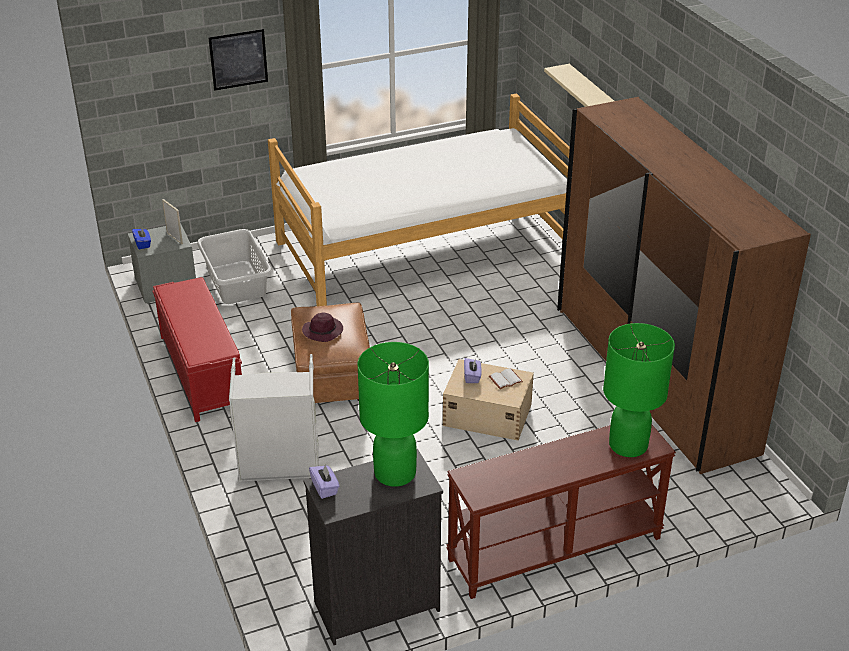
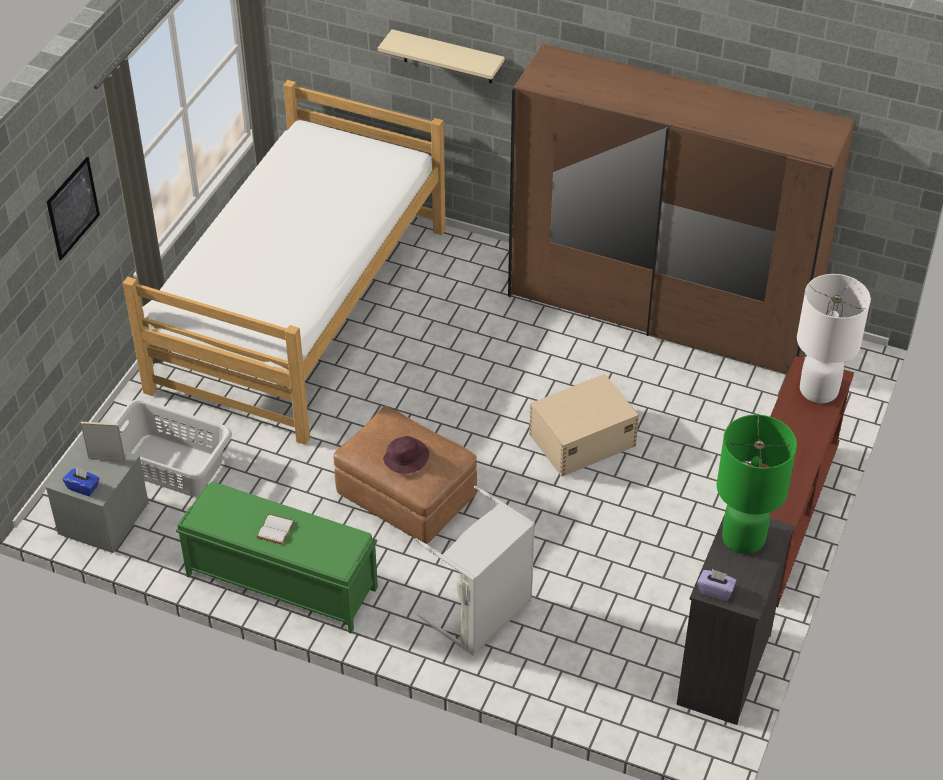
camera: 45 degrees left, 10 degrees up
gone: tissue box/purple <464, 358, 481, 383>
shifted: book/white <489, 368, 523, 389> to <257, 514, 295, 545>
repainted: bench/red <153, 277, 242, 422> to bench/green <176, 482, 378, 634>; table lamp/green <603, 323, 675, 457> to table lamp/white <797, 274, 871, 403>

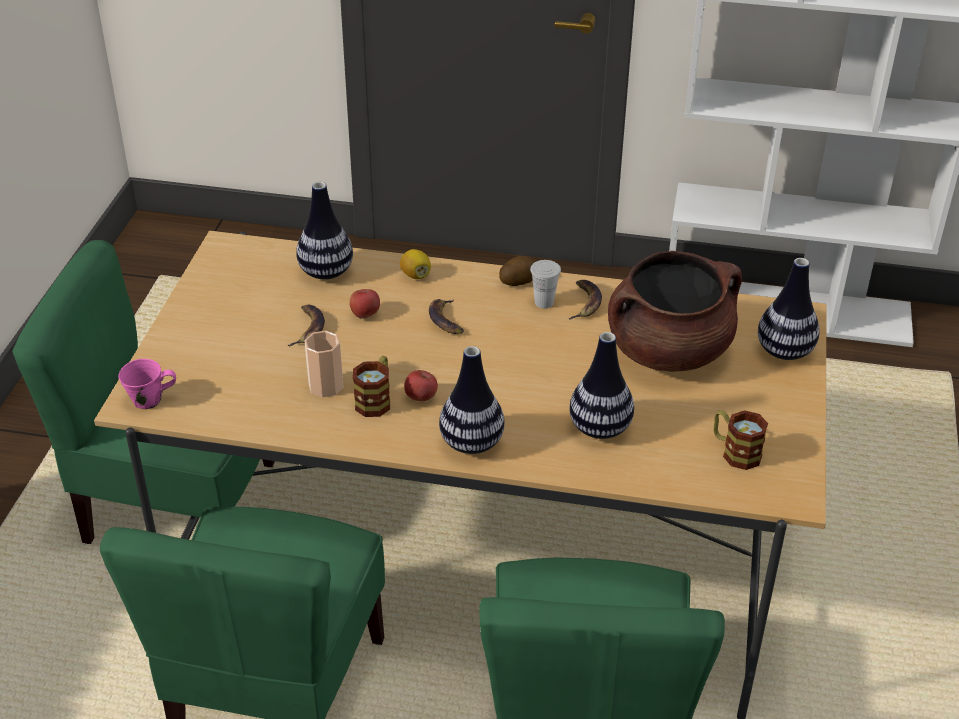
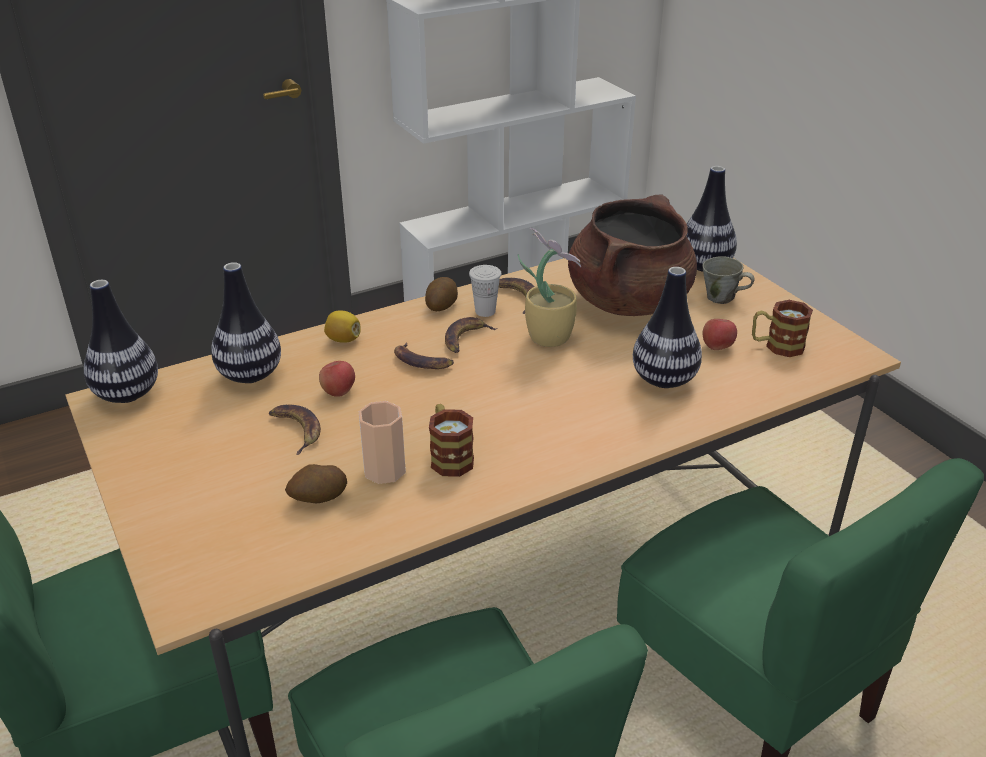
camera: 40 degrees left, 5 degrees down
gone: mug/pink <118, 359, 176, 409>
new: potato <285, 464, 347, 504>; banana <445, 317, 498, 353>; potted plant <518, 228, 581, 347>; mug/grey <702, 256, 755, 304>
shifted: vase <439, 346, 505, 454> to <84, 280, 158, 403>; apple <404, 370, 438, 401> to <703, 319, 737, 350>

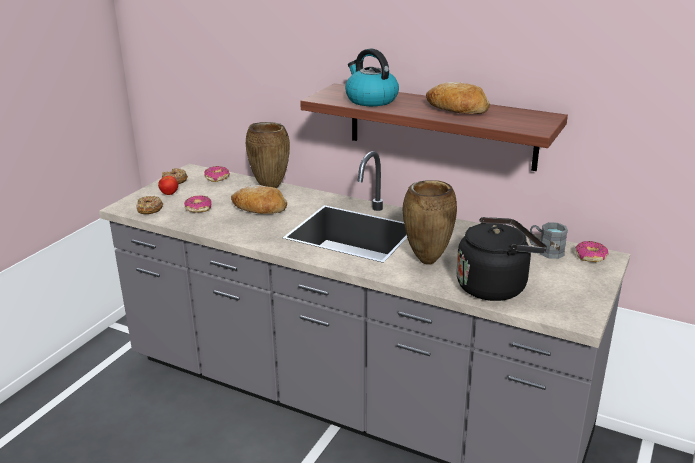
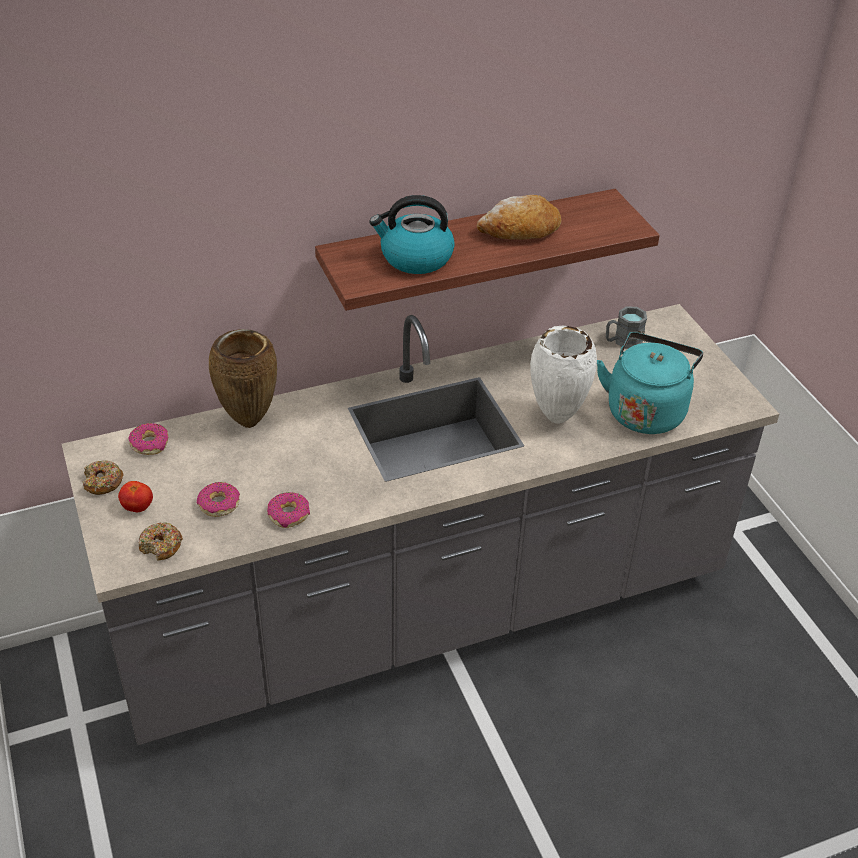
camera: 50 degrees left, 15 degrees up
gone: bread <231, 185, 287, 214>
shifted: donut <575, 241, 609, 262> to <267, 492, 310, 528>
repainted: vase/brown <402, 180, 457, 265> to vase/white <530, 326, 597, 424>; kettle/black <456, 217, 547, 301> to kettle/turquoise <597, 332, 703, 434>

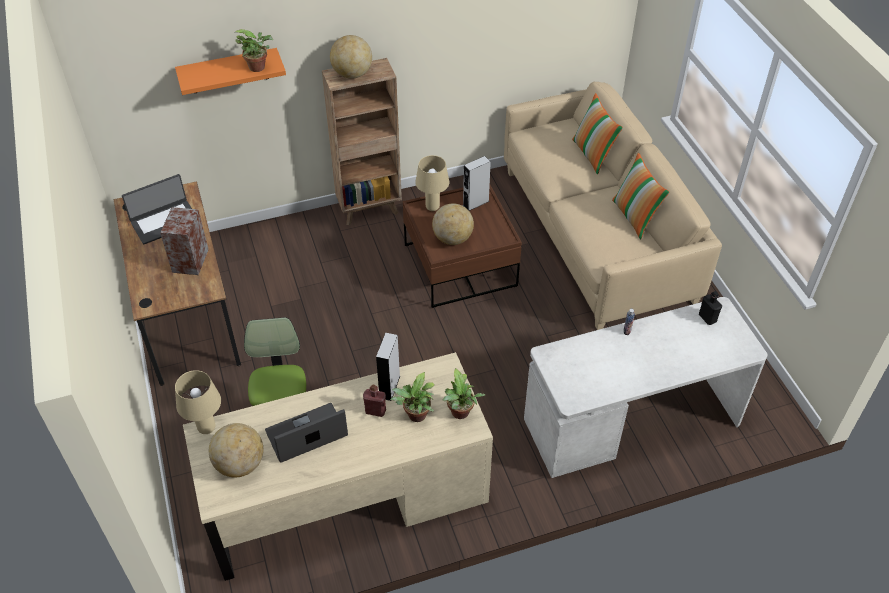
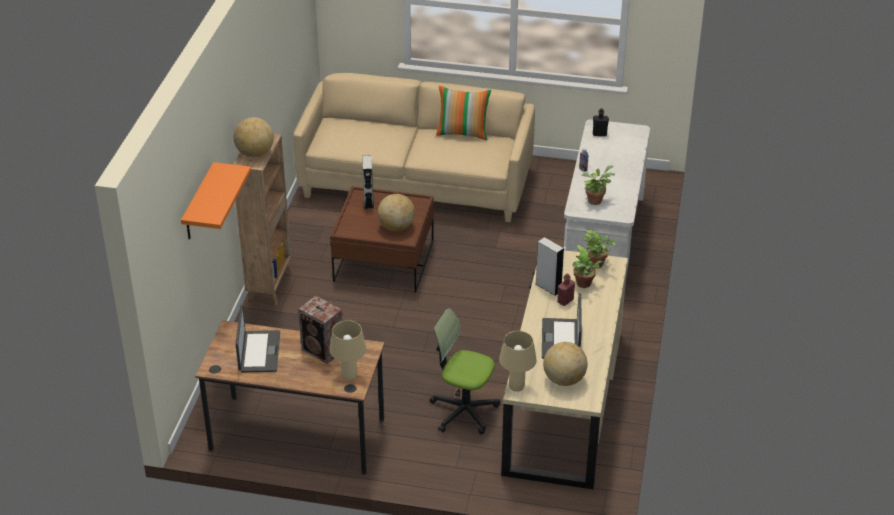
camera: 60 degrees left, 10 degrees down
gone: pillow <572, 93, 623, 174>
shifted: table lamp/beige <415, 155, 449, 211> to <329, 320, 366, 381>; potted plant <235, 29, 273, 72> to <582, 165, 615, 205>

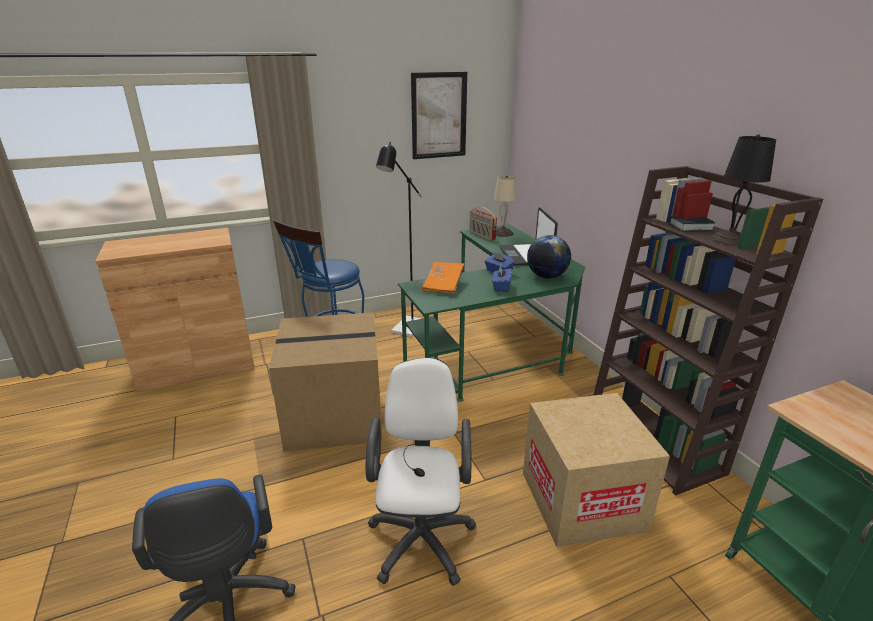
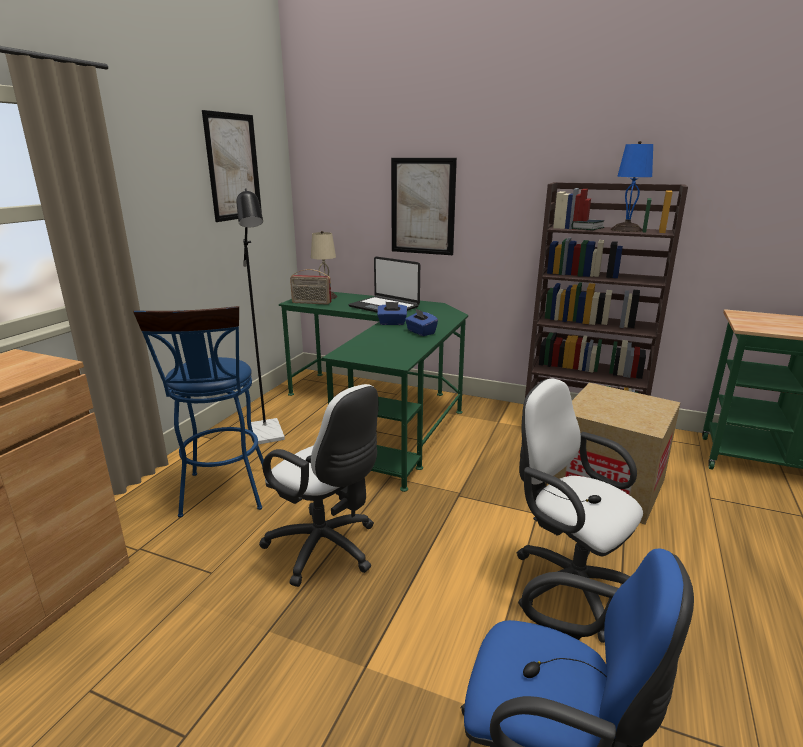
camera: 45 degrees left, 5 degrees down
gone: book/orange <422, 262, 464, 294>; globe <527, 235, 571, 278>
new: picture <391, 158, 457, 255>
swapped: cardboard box <269, 312, 383, 452> to office chair/white <259, 384, 379, 587>
repainted: table lamp/black <710, 134, 776, 247> to table lamp/blue <611, 141, 653, 232>

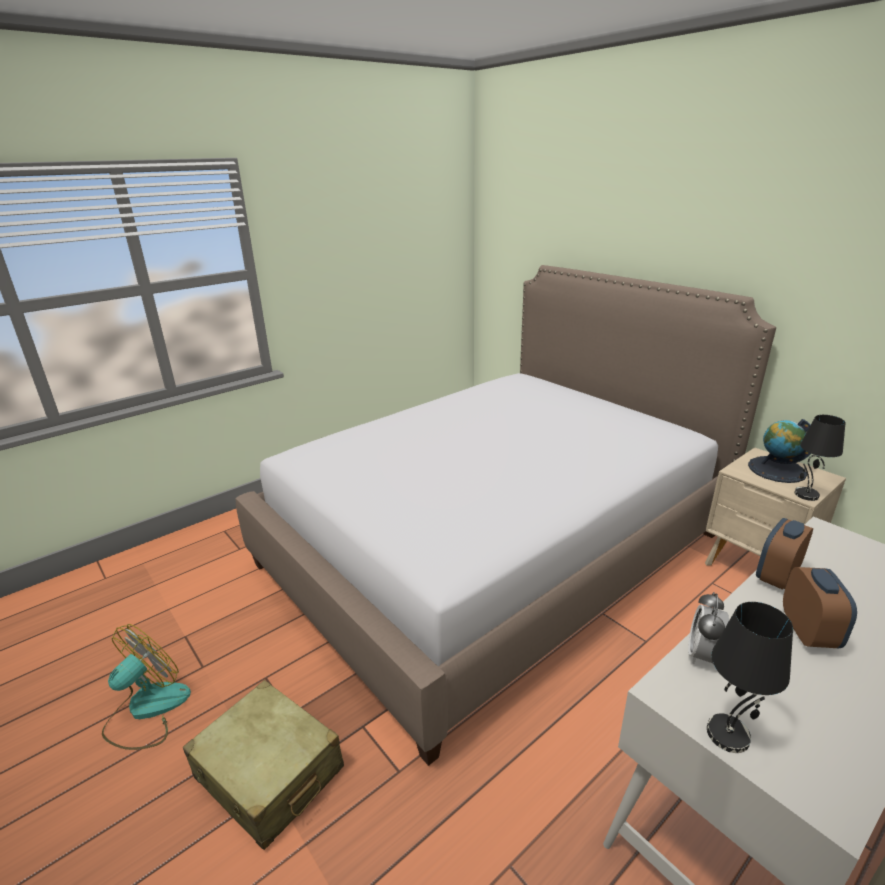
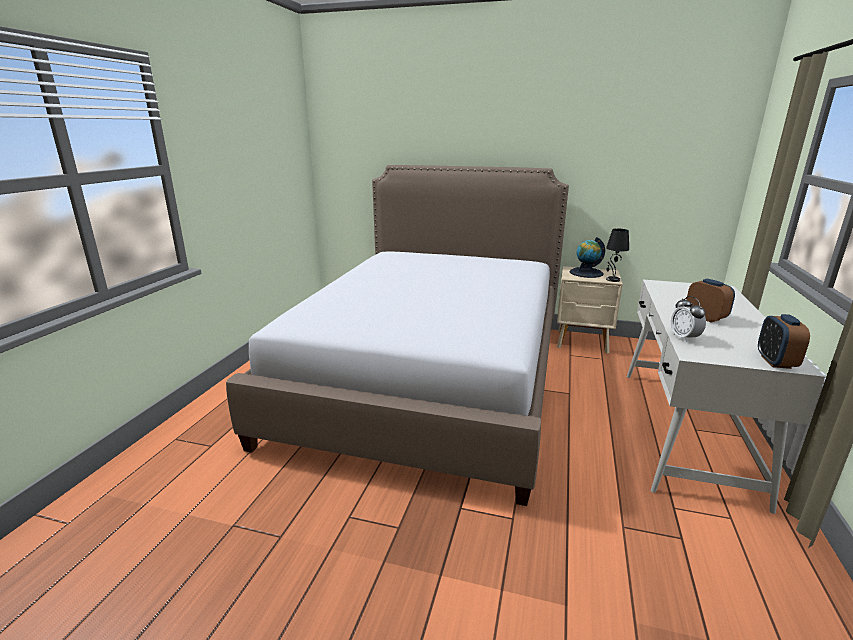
camera: 35 degrees left, 5 degrees down
gone: fan <102, 624, 191, 750>; suitcase/beige <183, 680, 344, 850>; table lamp/black <707, 602, 793, 753>
shifted: alarm clock <756, 518, 813, 590> to <758, 314, 810, 369>

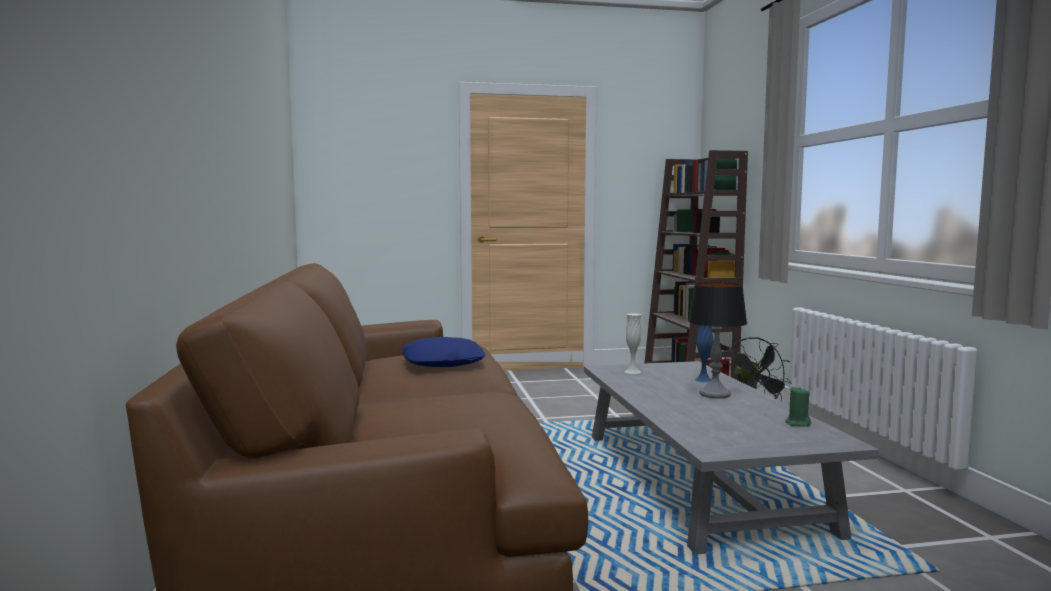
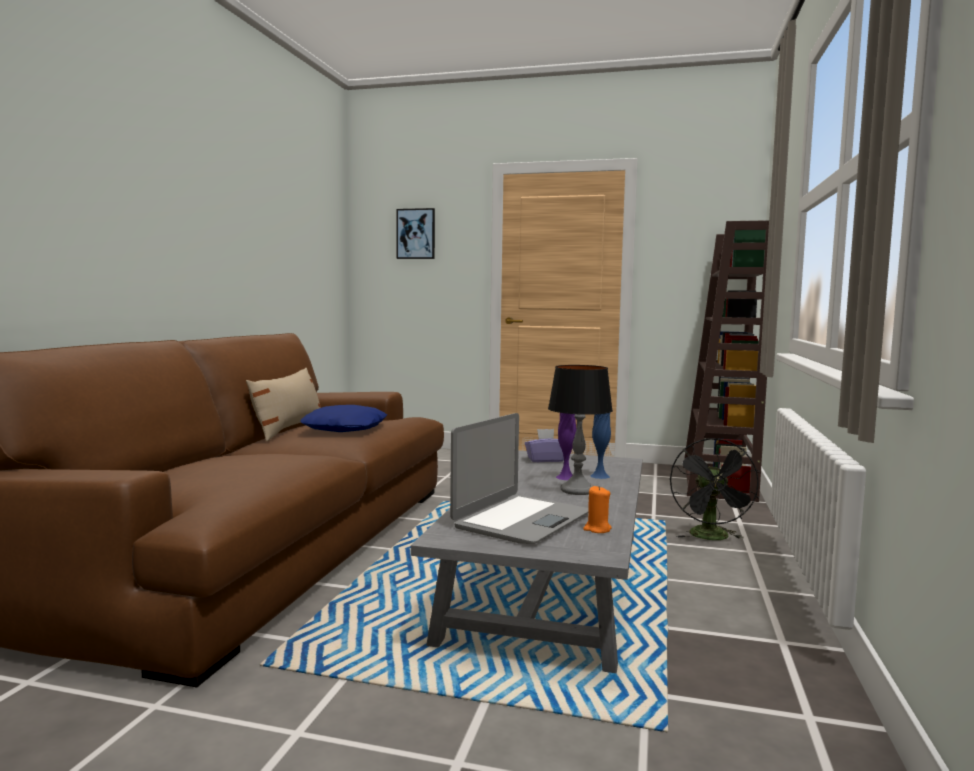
camera: 25 degrees right, 0 degrees up
new: pillow/beige <246, 368, 321, 441>; picture <396, 208, 435, 259>; laptop <450, 413, 589, 544>; vase/purple <556, 413, 576, 480>
swapped: vase/white <625, 313, 641, 374> to tissue box/purple <525, 429, 564, 462>
repainted: candle/green <785, 387, 811, 427> to candle/orange <583, 486, 611, 533>

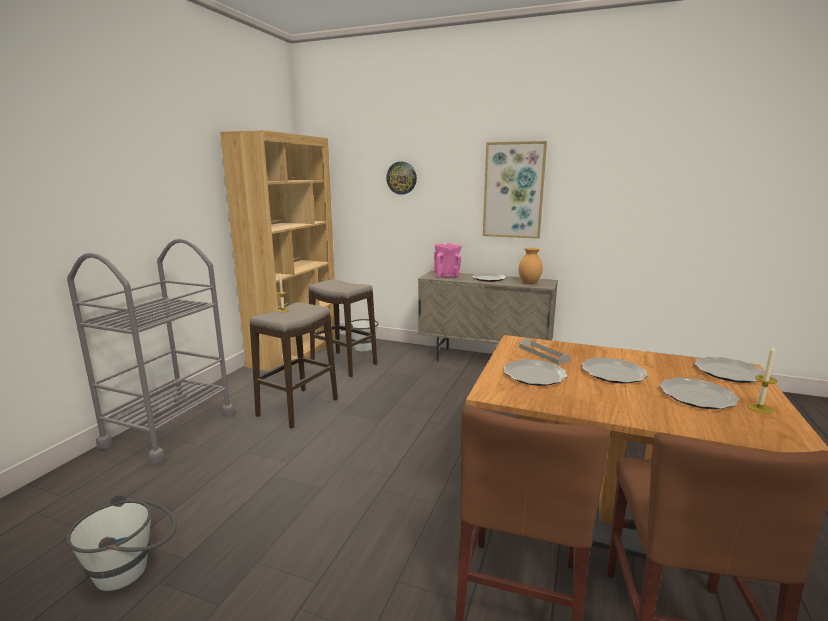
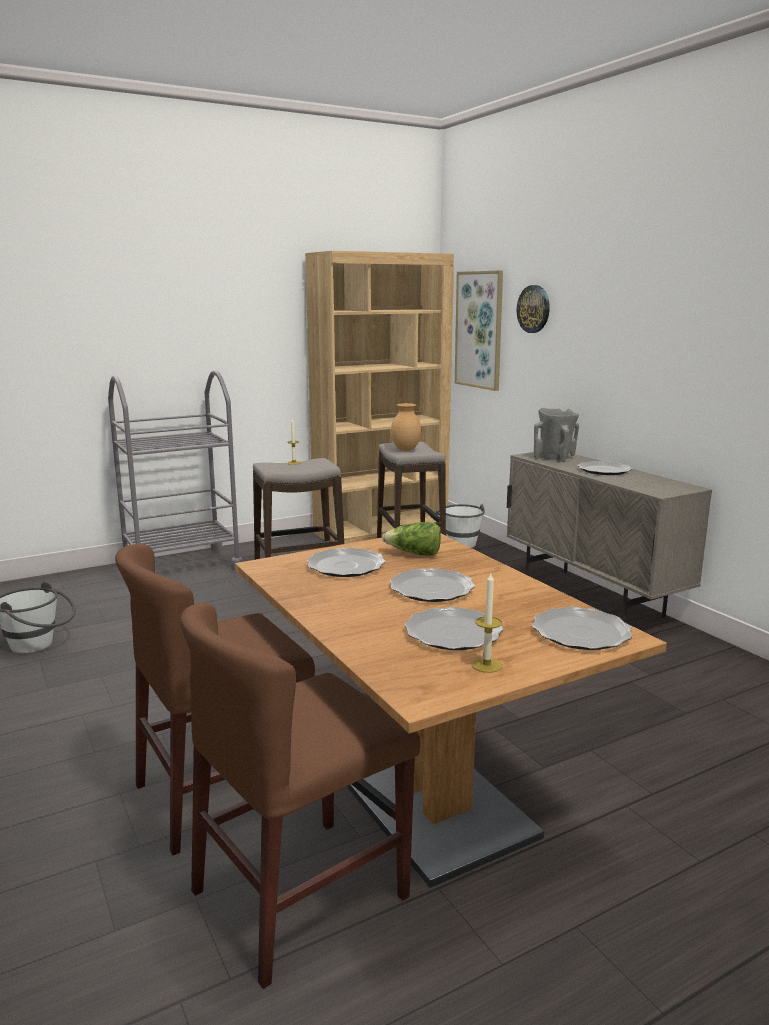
camera: 40 degrees right, 0 degrees up
shifted: vase/brown <519, 248, 543, 284> to <391, 403, 421, 451>; picture <483, 141, 547, 239> to <455, 270, 503, 391>
swapped: tray/grey <519, 338, 571, 365> to lettuce <382, 522, 441, 556>
repainted: vase/pink <434, 243, 462, 278> to vase/grey <534, 408, 579, 462>

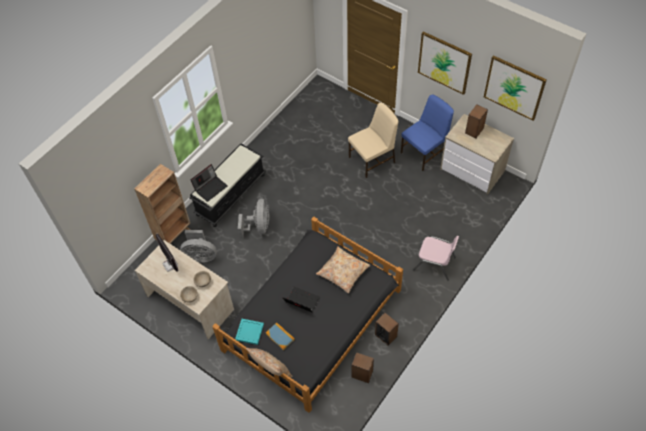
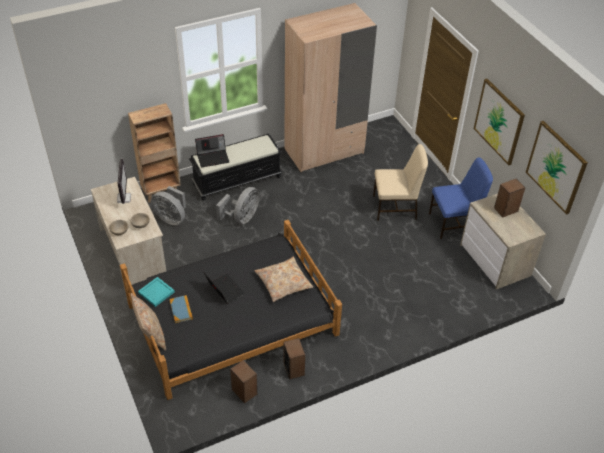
camera: 25 degrees right, 10 degrees down
gone: chair/pink <413, 236, 459, 280>
new: wardrobe/beige <284, 3, 377, 173>

